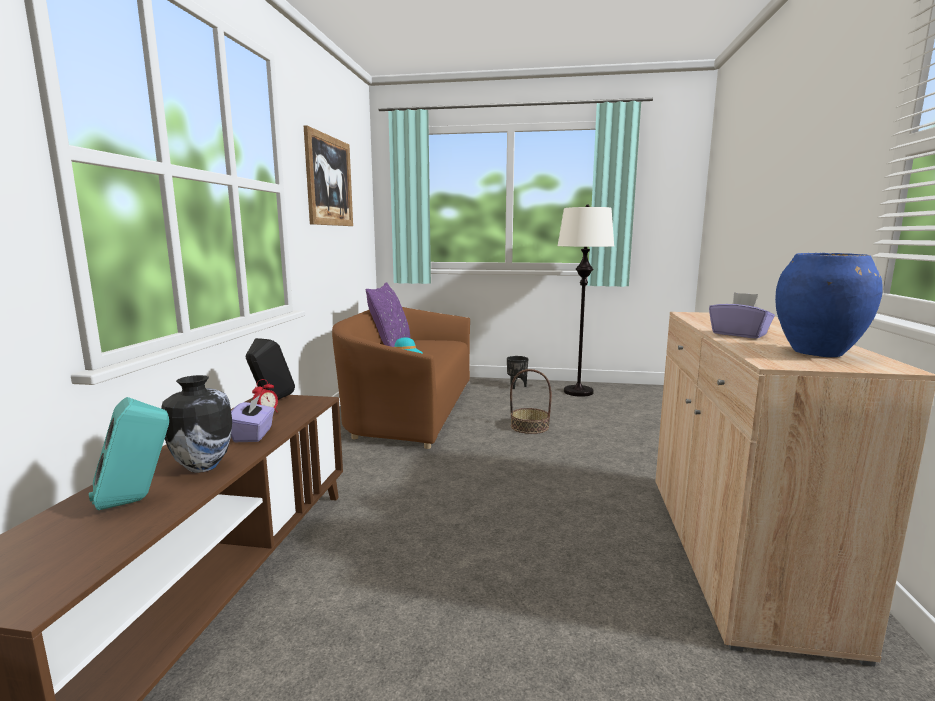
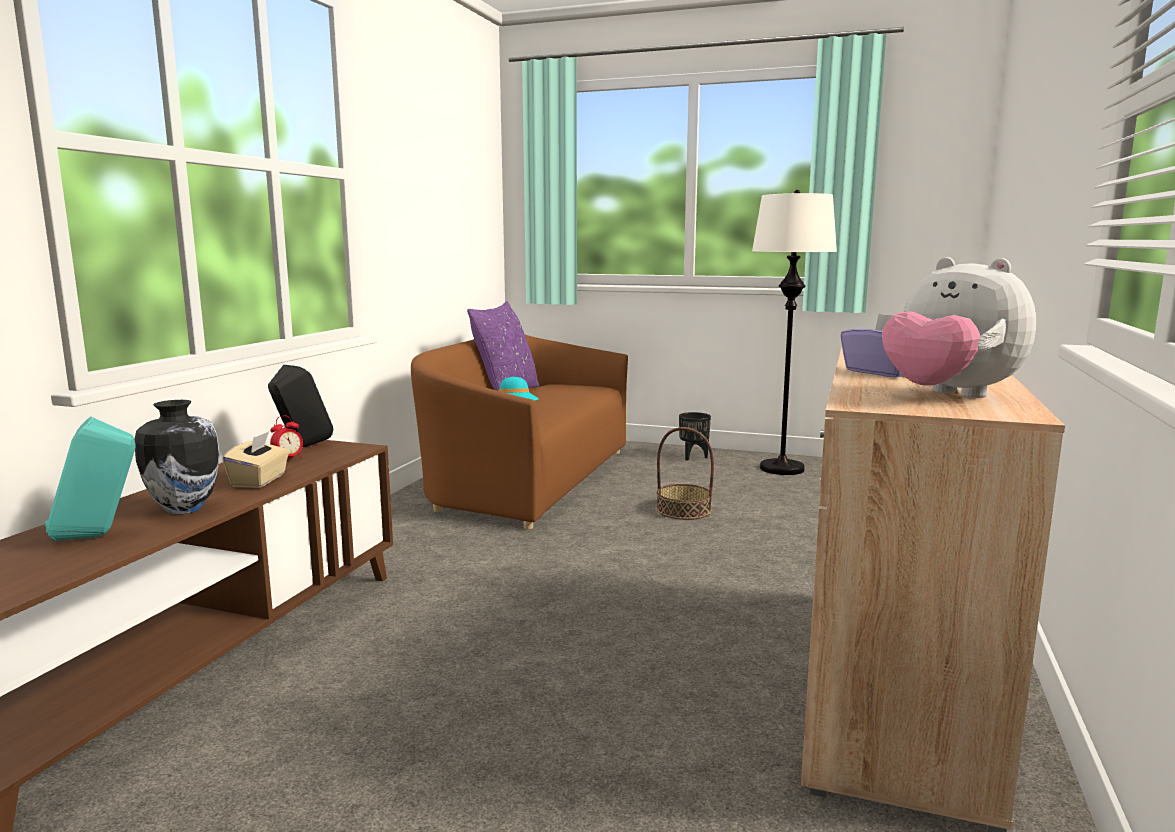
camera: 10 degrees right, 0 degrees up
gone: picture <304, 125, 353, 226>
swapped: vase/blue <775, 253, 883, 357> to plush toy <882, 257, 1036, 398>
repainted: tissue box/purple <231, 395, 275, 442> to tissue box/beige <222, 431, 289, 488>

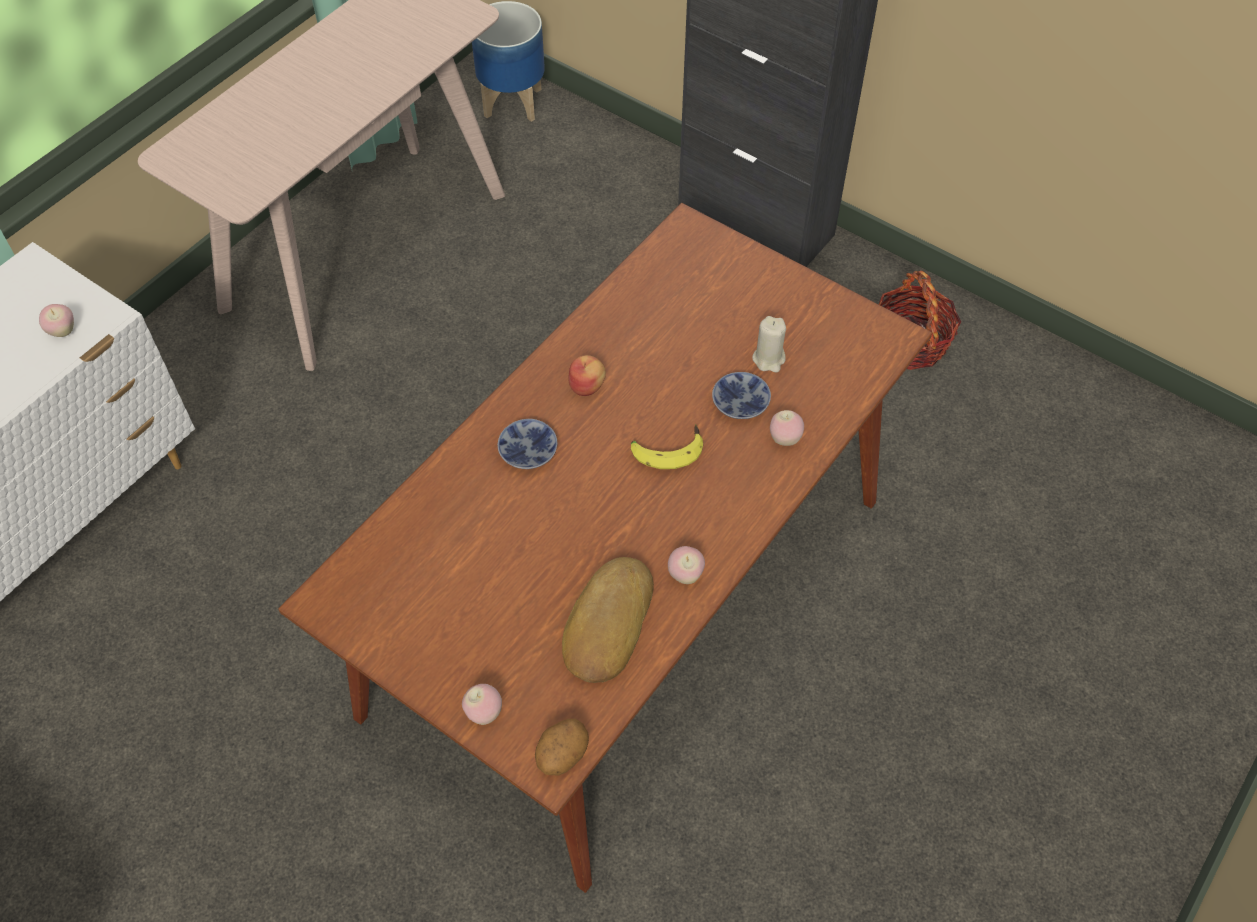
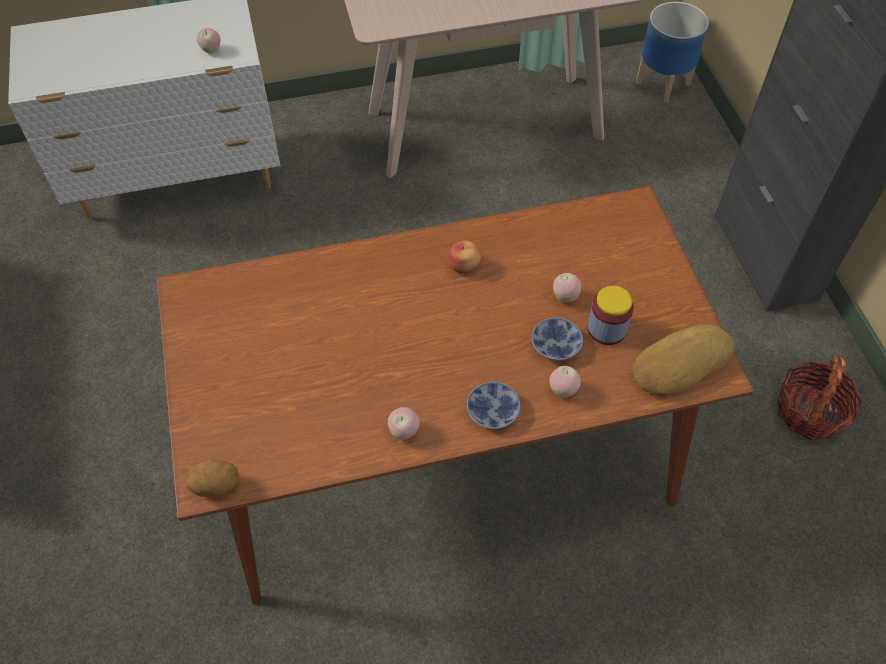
camera: 40 degrees right, 0 degrees up
gone: banana <631, 424, 703, 469>
shifted: bowl <498, 419, 557, 469> to <467, 382, 520, 429>; apple <462, 684, 502, 725> to <553, 273, 581, 302>; bread <562, 557, 654, 683> to <633, 325, 734, 396>
swapped: candle/beige <752, 316, 786, 372> to jar <587, 286, 634, 345>

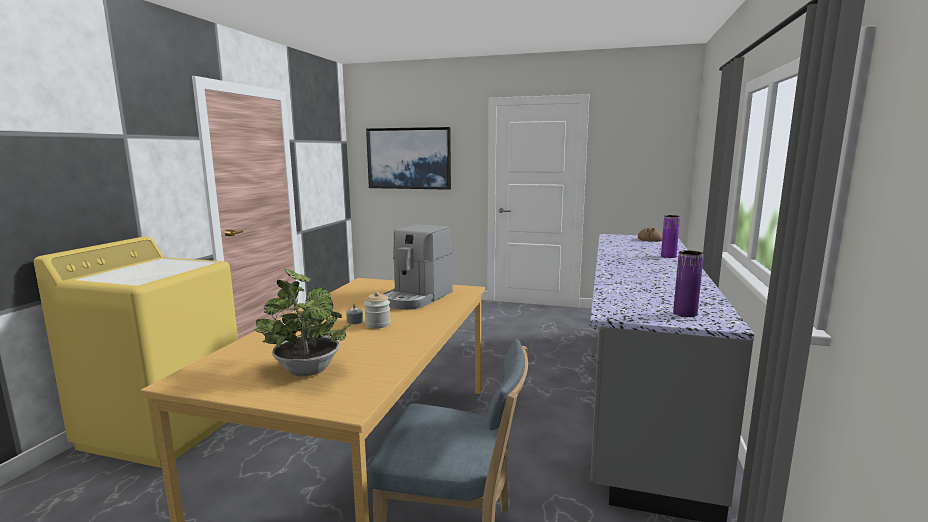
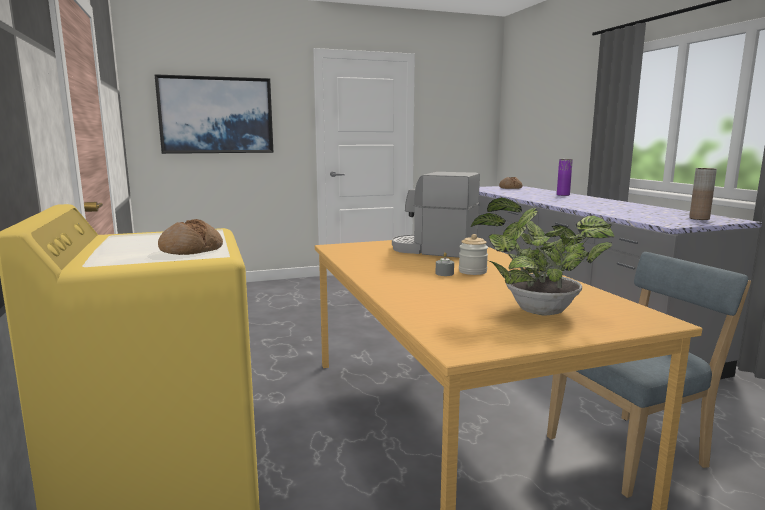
camera: 35 degrees left, 0 degrees up
new: bread <158, 219, 223, 255>
repainted: vase/purple <673, 250, 704, 317> to vase/brown <689, 168, 717, 220>
rotated: coffee machine <383, 224, 453, 309> = <392, 172, 480, 258> 120 degrees clockwise

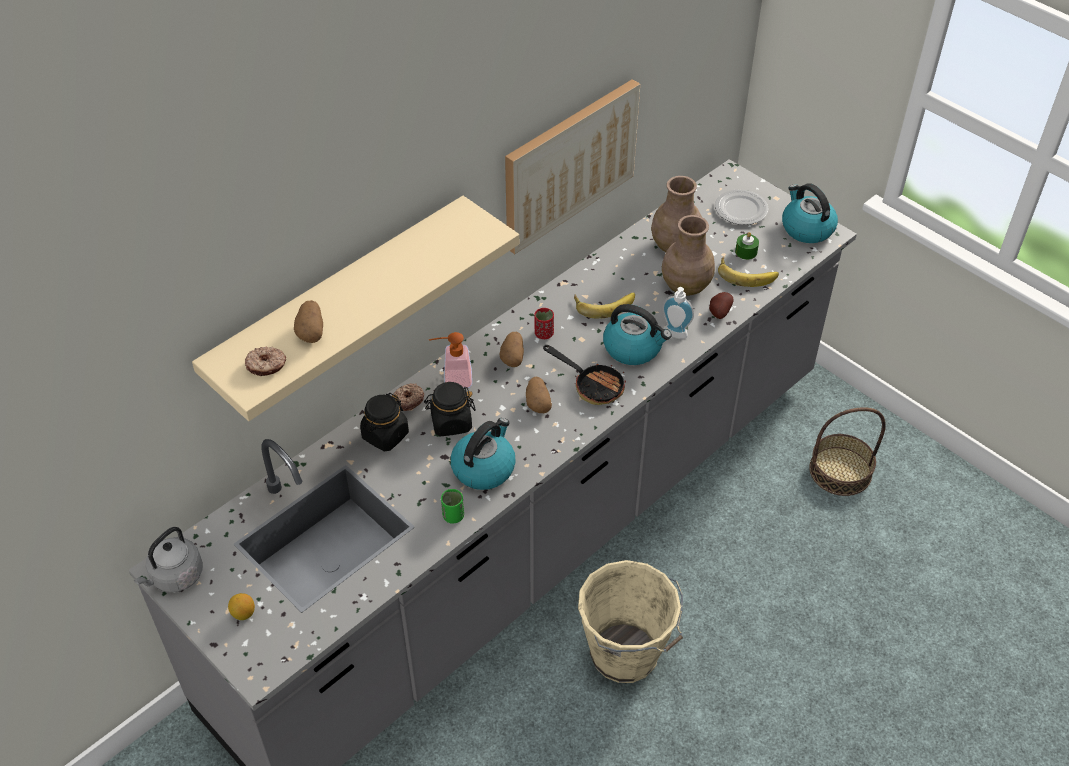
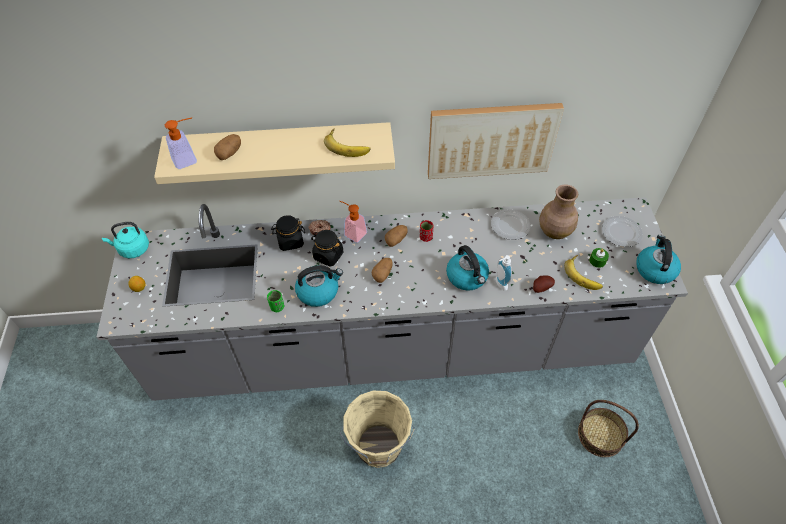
camera: 40 degrees right, 5 degrees up
gone: frying pan <543, 345, 626, 405>; vase/brown <662, 215, 715, 296>
new: plate <491, 209, 531, 240>
shifted: banana <574, 292, 635, 319> to <324, 128, 371, 157>
swapped: donut <245, 347, 286, 376> to soap dispenser <165, 118, 197, 169>
repainted: kettle/grey <134, 527, 203, 592> to kettle/turquoise <102, 222, 149, 258>

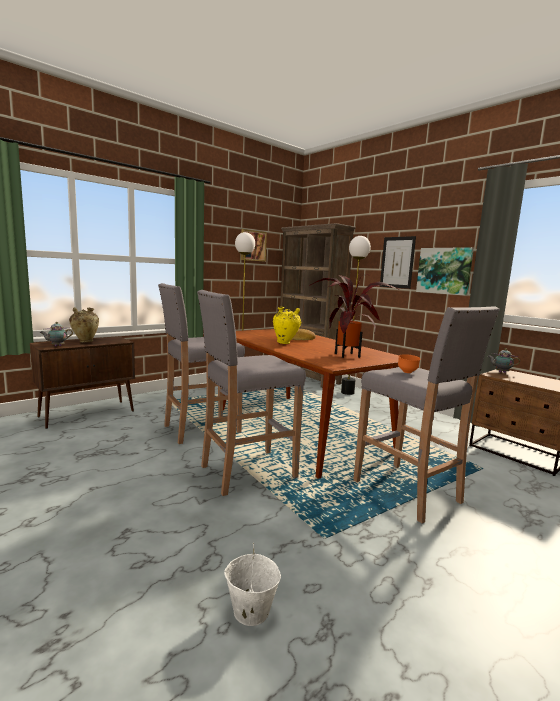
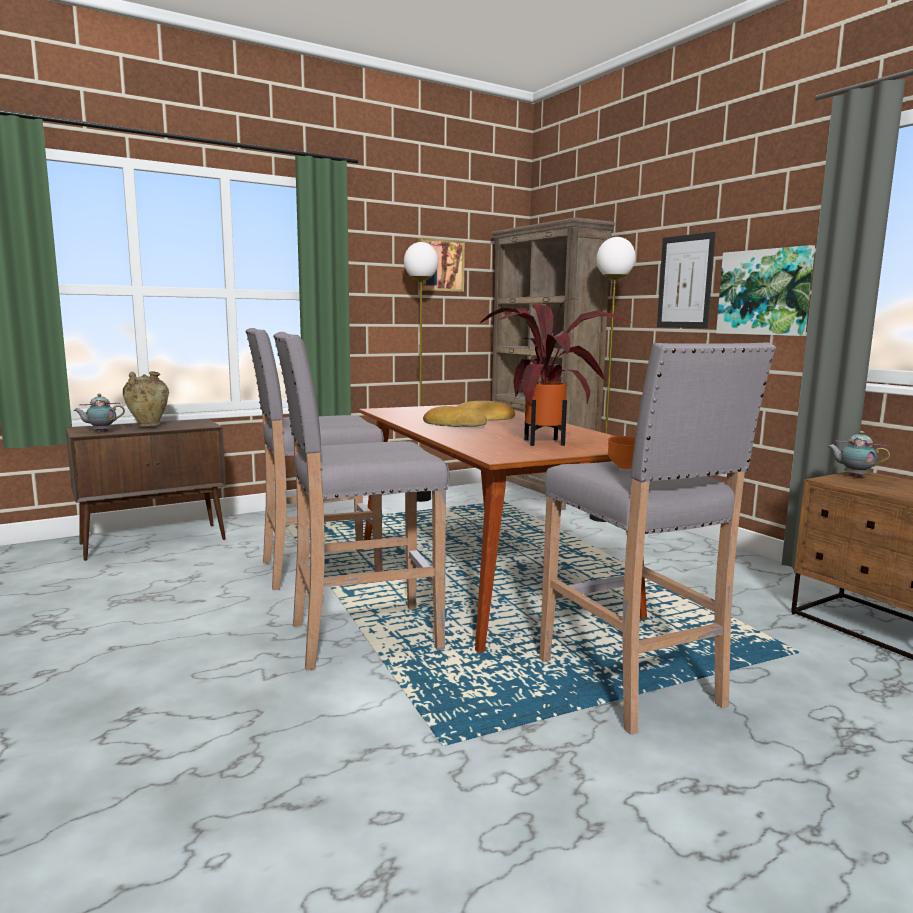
camera: 10 degrees right, 0 degrees up
gone: bucket/white <224, 543, 281, 626>
swapped: vase/yellow <273, 307, 301, 344> to bread <423, 406, 487, 427>

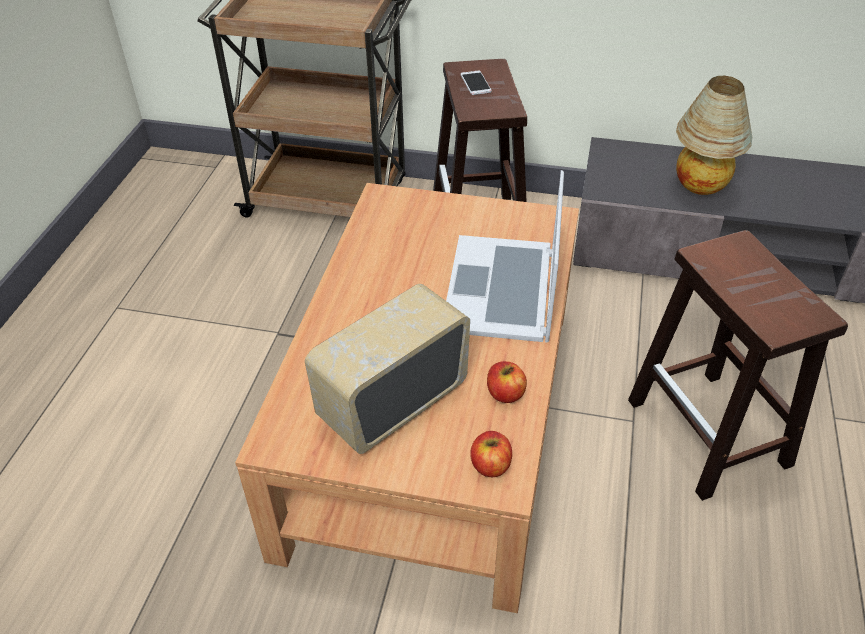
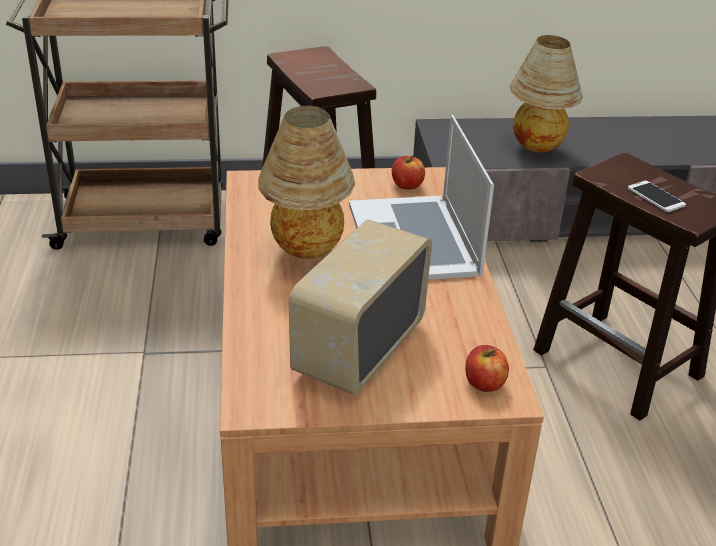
camera: 20 degrees left, 10 degrees down
new: table lamp <258, 106, 355, 259>
shifted: apple <487, 361, 527, 403> to <392, 155, 425, 189>; phone <461, 71, 492, 95> to <628, 181, 686, 212>

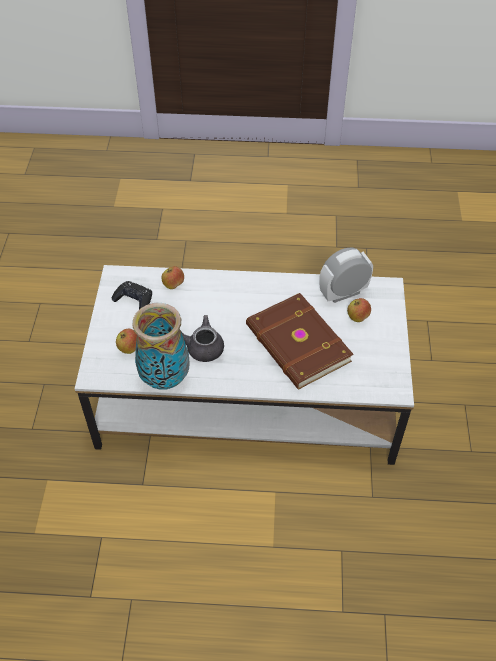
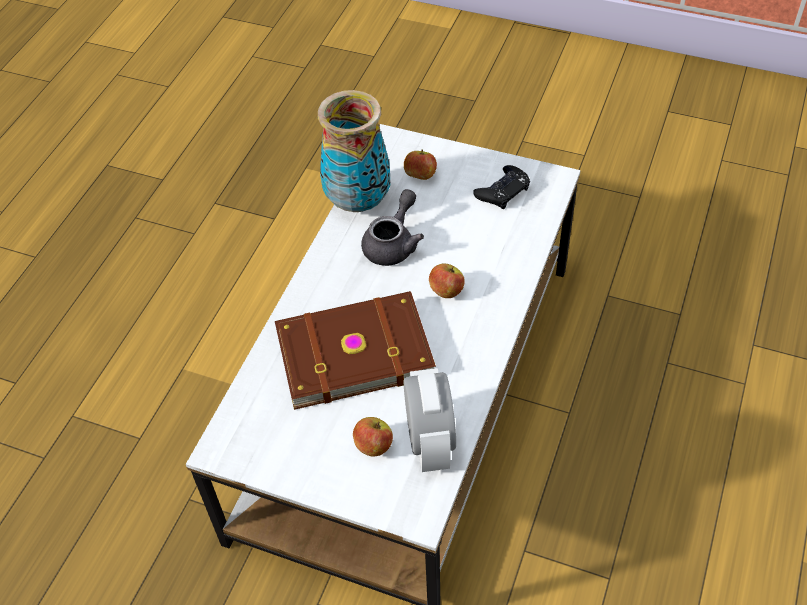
camera: 110 degrees right, 0 degrees up
shifted: apple <161, 266, 184, 289> to <429, 264, 465, 298>

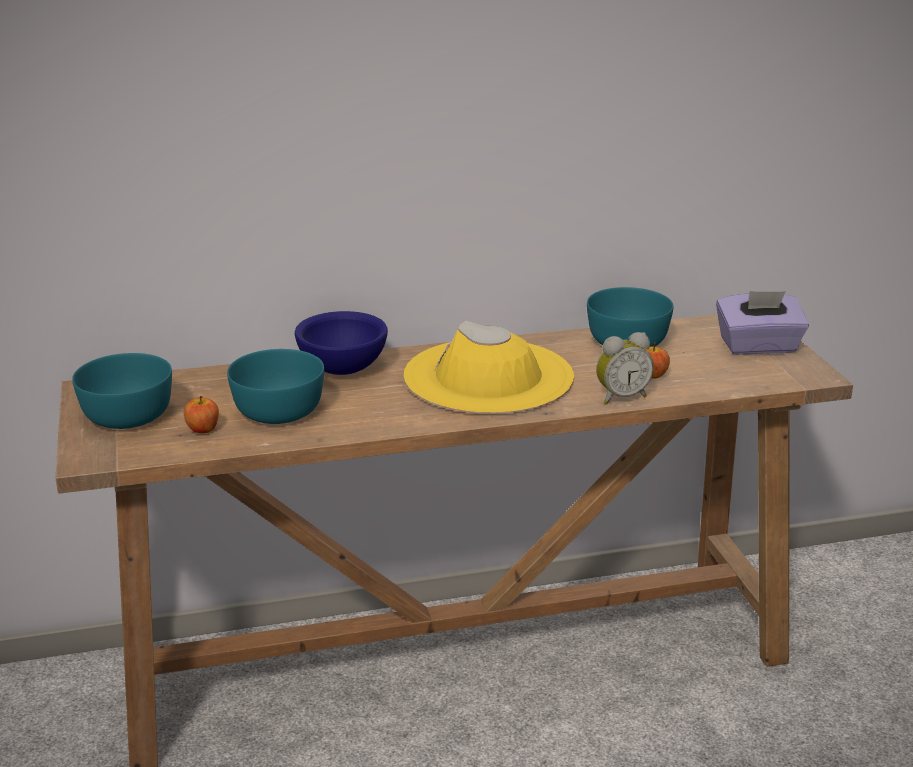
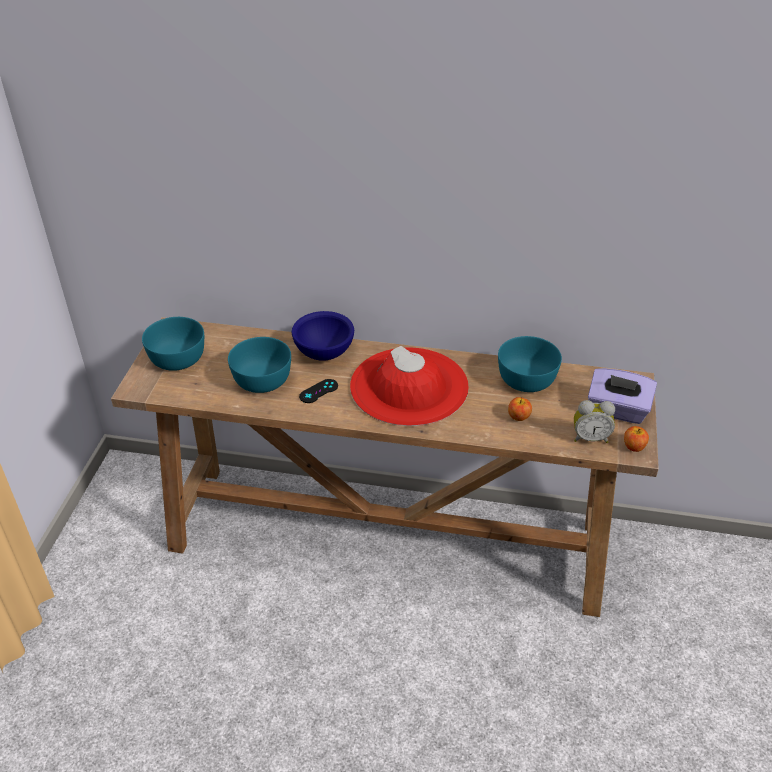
camera: 25 degrees right, 15 degrees up
new: game controller/black <299, 379, 338, 403>
shifted: alarm clock <596, 332, 654, 404> to <574, 400, 615, 443>; apple <184, 396, 219, 434> to <624, 426, 649, 452>
repainted: hat/yellow <403, 321, 574, 414> to hat/red <350, 346, 469, 426>

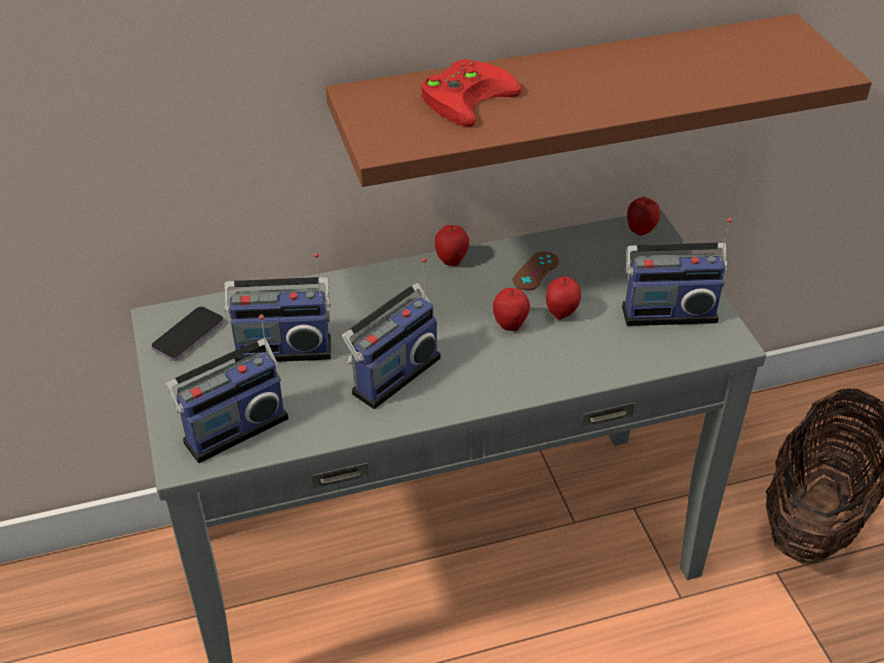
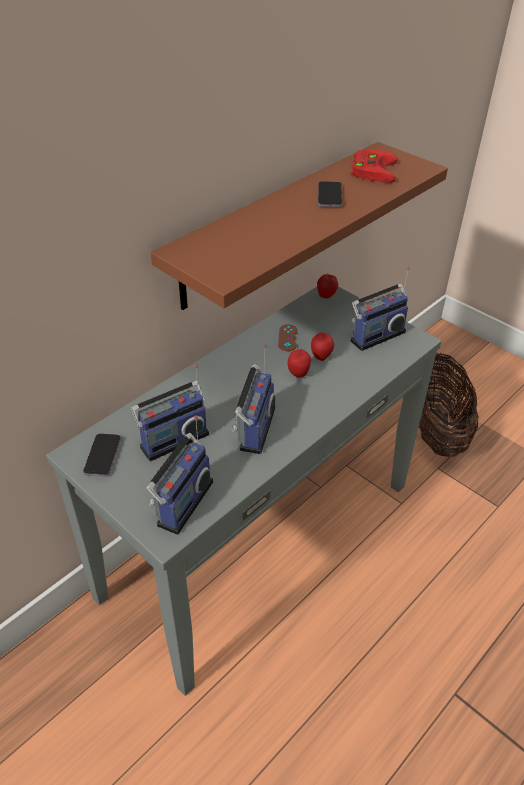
camera: 30 degrees left, 0 degrees up
gone: apple <435, 225, 469, 266>
new: phone <318, 181, 342, 207>
shifted: game controller/red <421, 59, 522, 127> to <351, 150, 398, 183>

